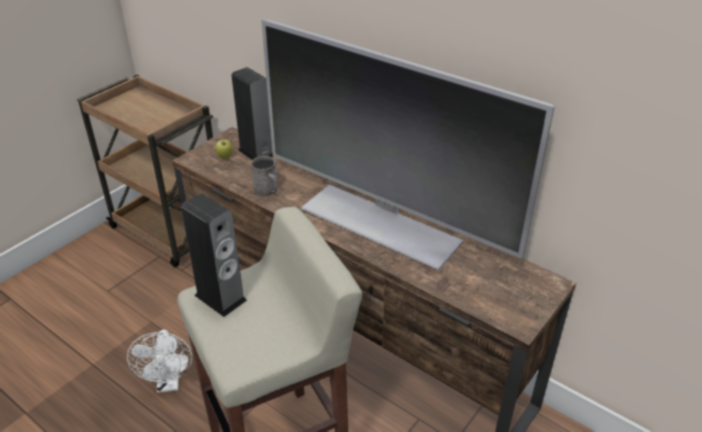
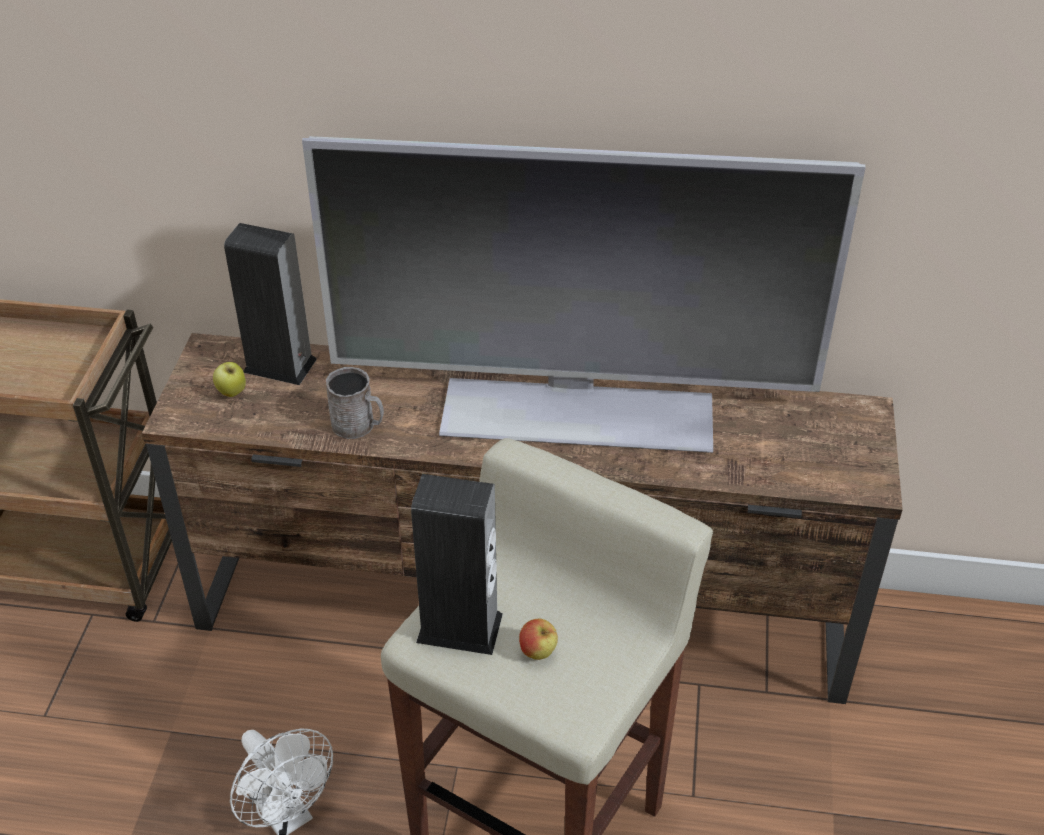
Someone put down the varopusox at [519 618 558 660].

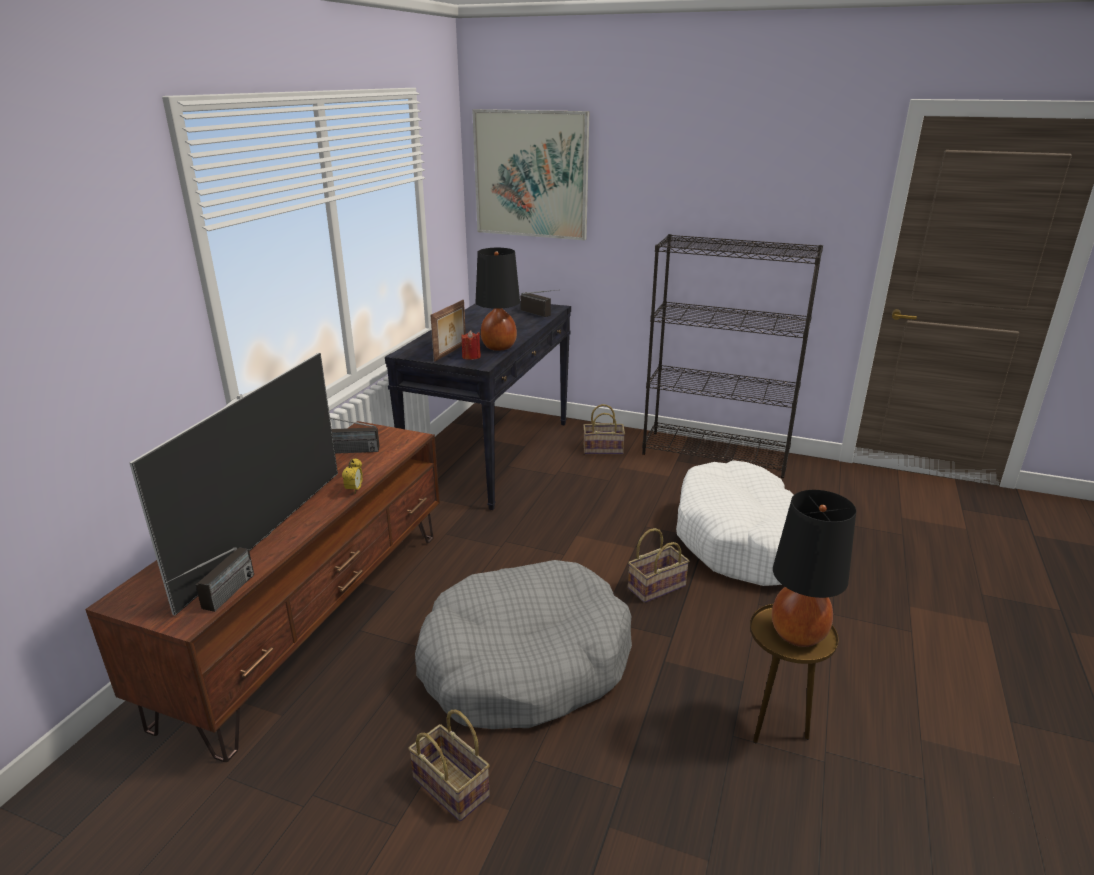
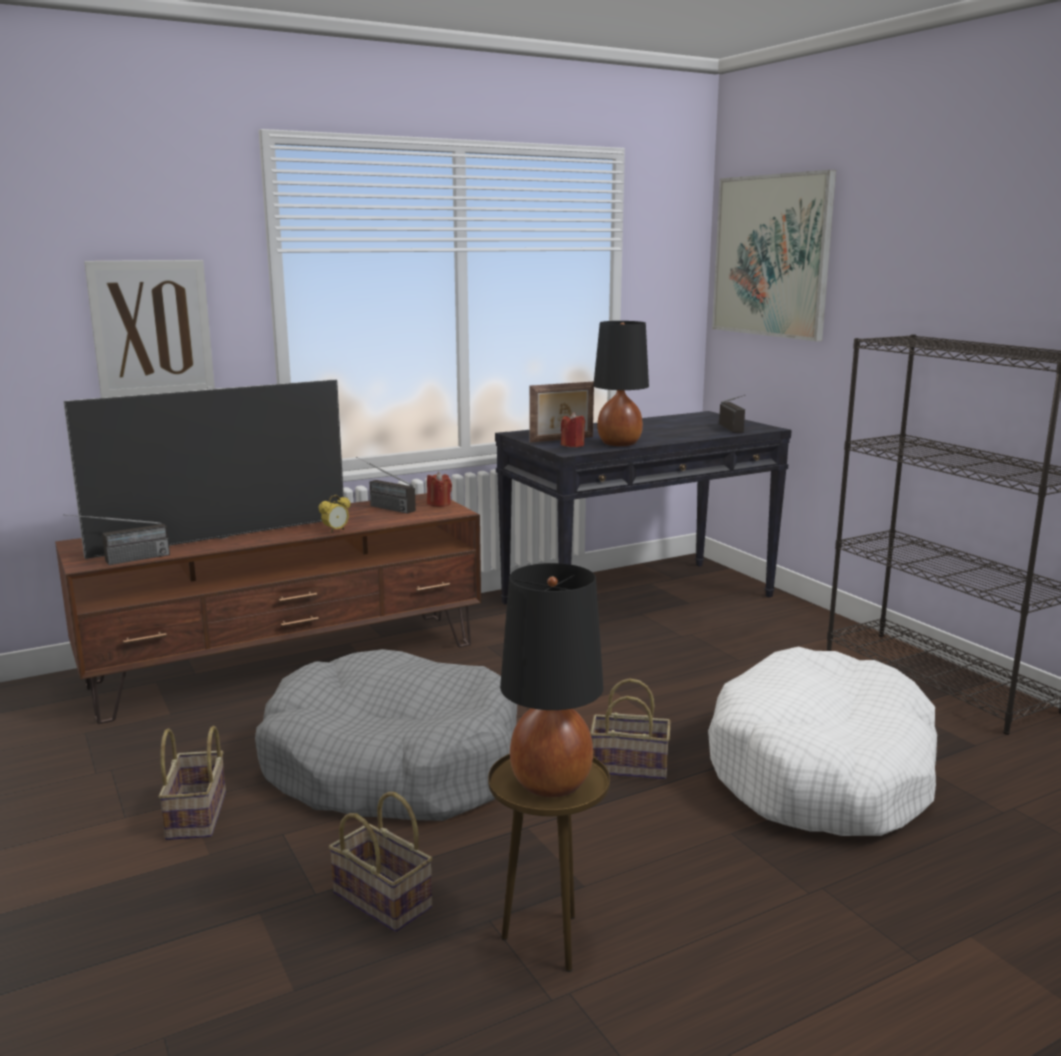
Someone carried the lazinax from [583 404 625 454] to [329 792 433 932].
Someone put up the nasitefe at [84 260 215 398].
Someone put down the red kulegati at [427 472 452 507].

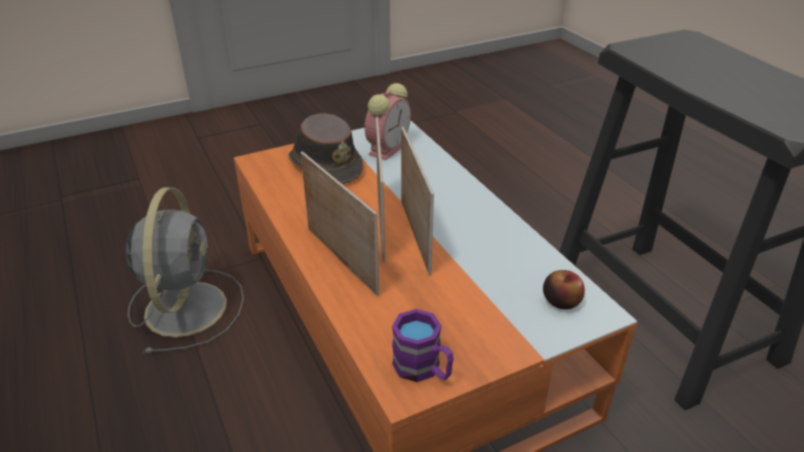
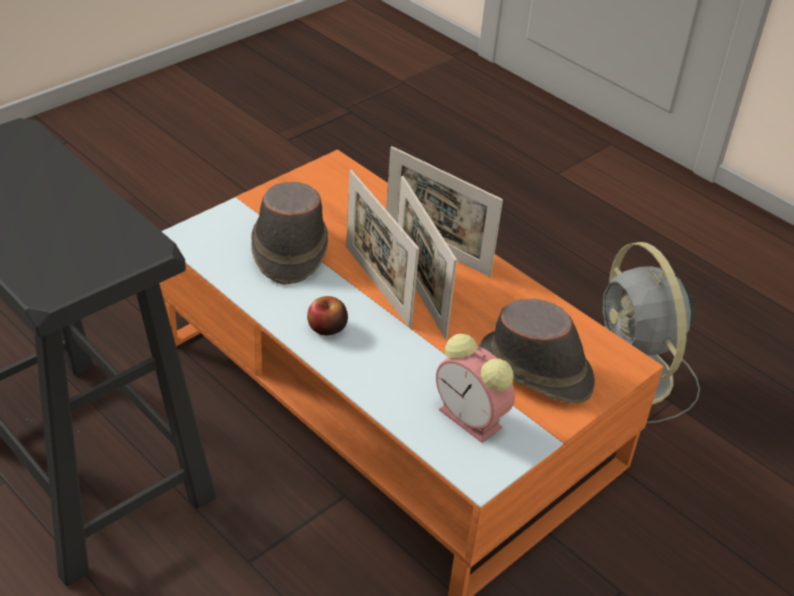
Someone rotated the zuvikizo at [365 83 411 160] by 60 degrees counterclockwise.
Someone carried the varopusox from [543 270 585 309] to [307 296 348 335].
Someone took away the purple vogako at [392 309 454 382].
Someone put down the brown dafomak at [251 182 328 284].

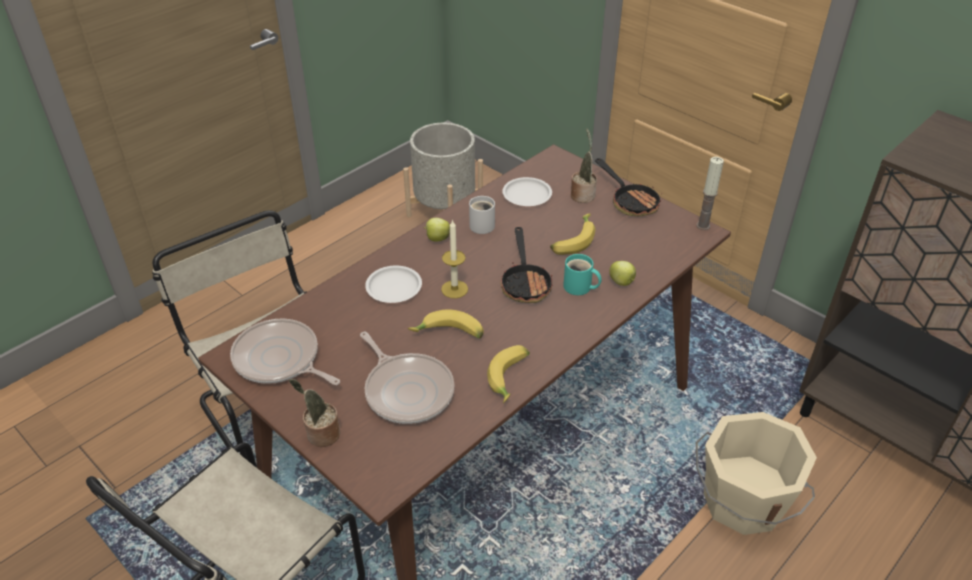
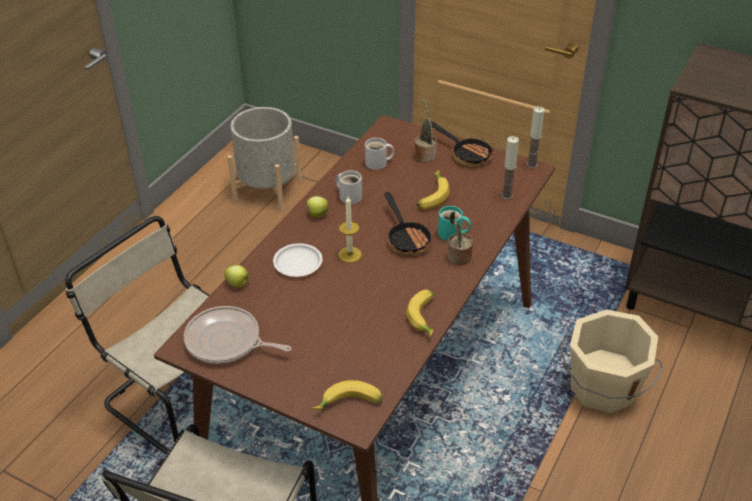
Someone swapped the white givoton at [502 177 552 206] for the white vogako at [365 138 394 170].
Someone carried the varopusox from [609 261 636 286] to [224 265 249 288].
Someone carried the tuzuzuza from [408 309 484 339] to [311 380 383 410].
Someone took away the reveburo at [360 331 455 424].
Someone carried the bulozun from [289 379 340 447] to [448 211 473 265].
Someone put down the kulegati at [501 136 519 200].

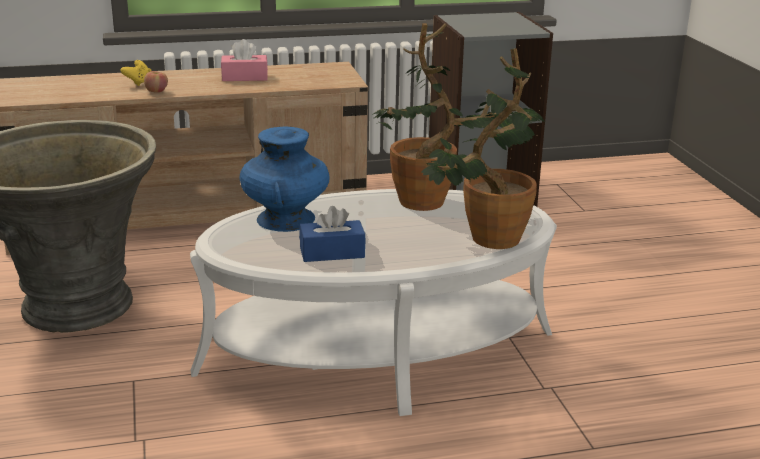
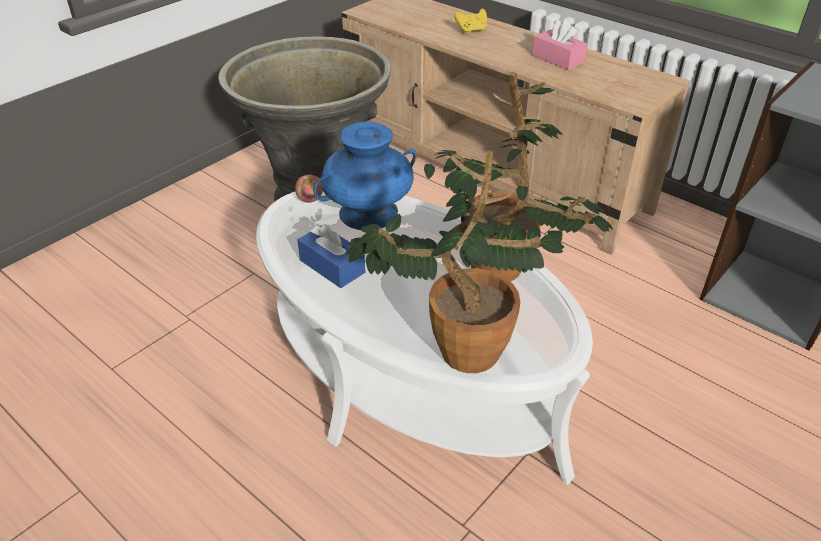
Someone carried the varopusox from [144 71 168 93] to [295 175 323 202].

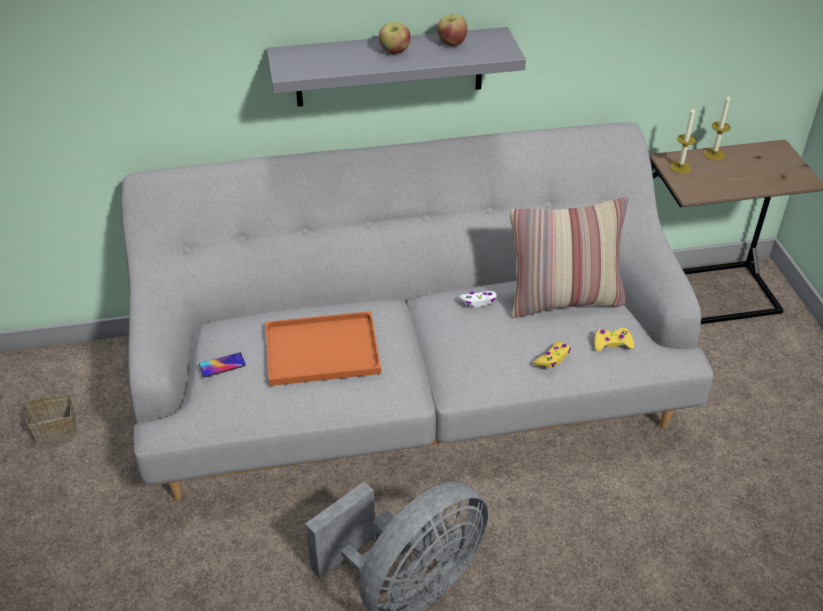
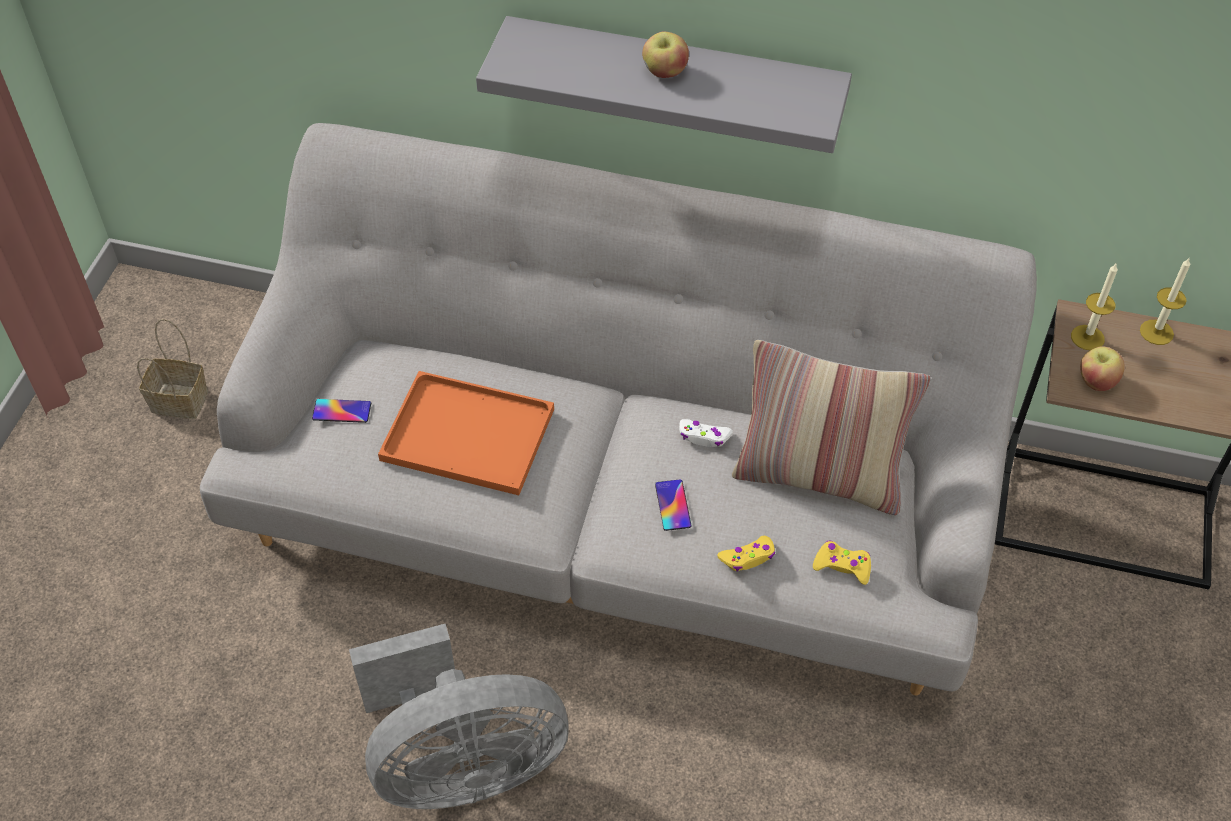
Someone carried the varopusox from [437 14 467 46] to [1080 346 1125 391].
Someone put down the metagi at [655 479 692 531].

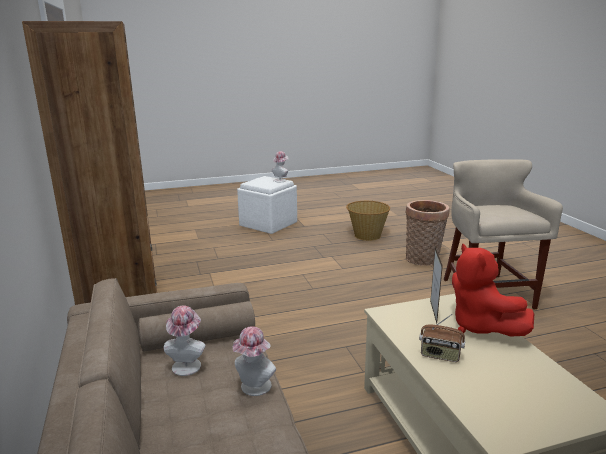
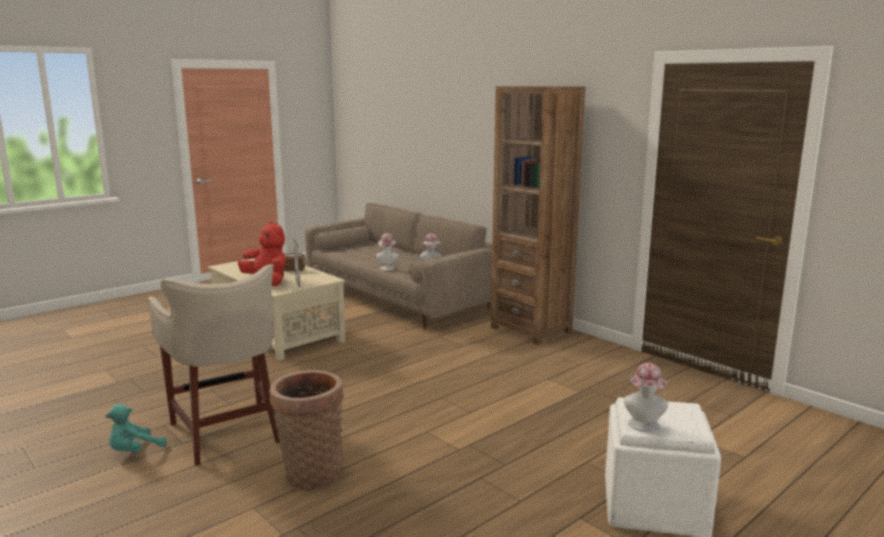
Someone took away the lazinax at [346 201 390 241].
Someone put down the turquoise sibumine at [105 404 167 453].

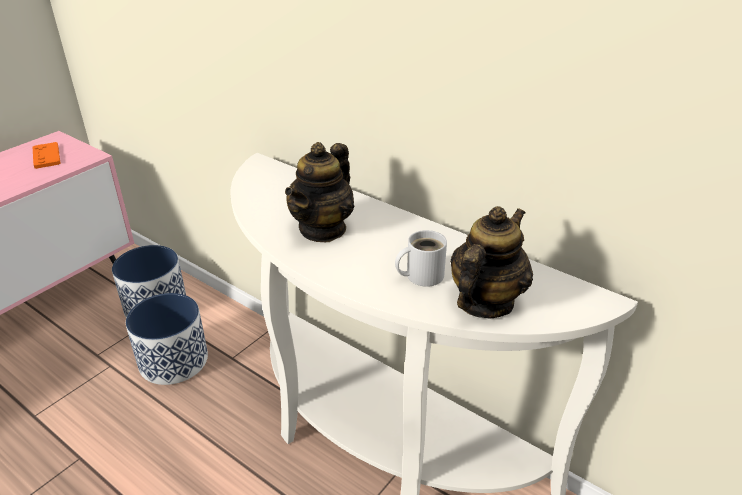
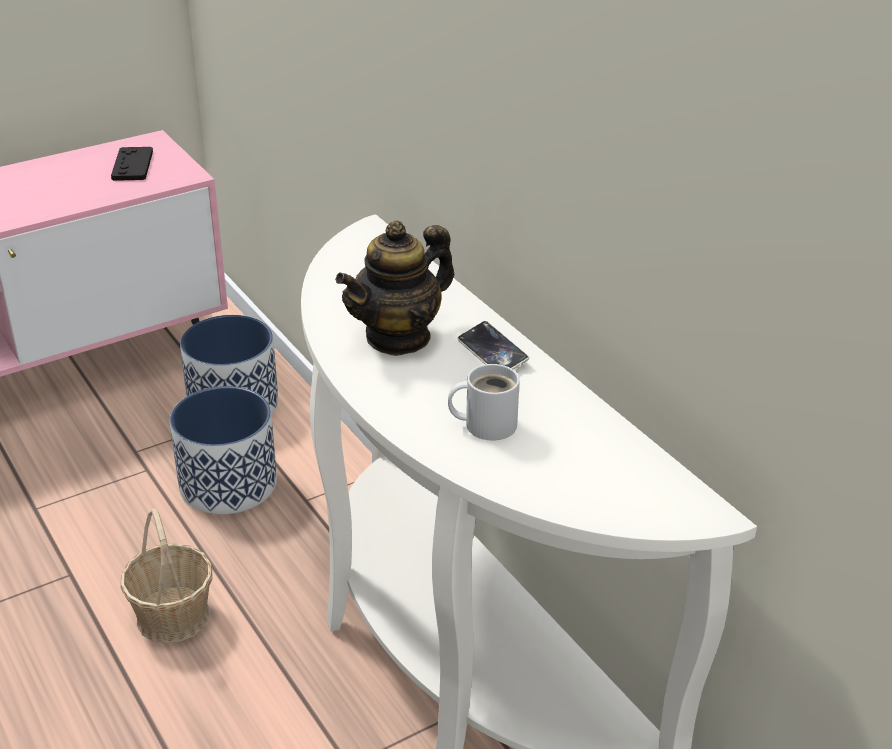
Someone repainted the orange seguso at [32 142 61 169], which became the black seguso at [111 147 153 181].
Someone took away the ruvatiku at [450 206 533 319].
Someone put down the metagi at [457 321 529 370].
Someone put down the lazinax at [120 508 212 644].

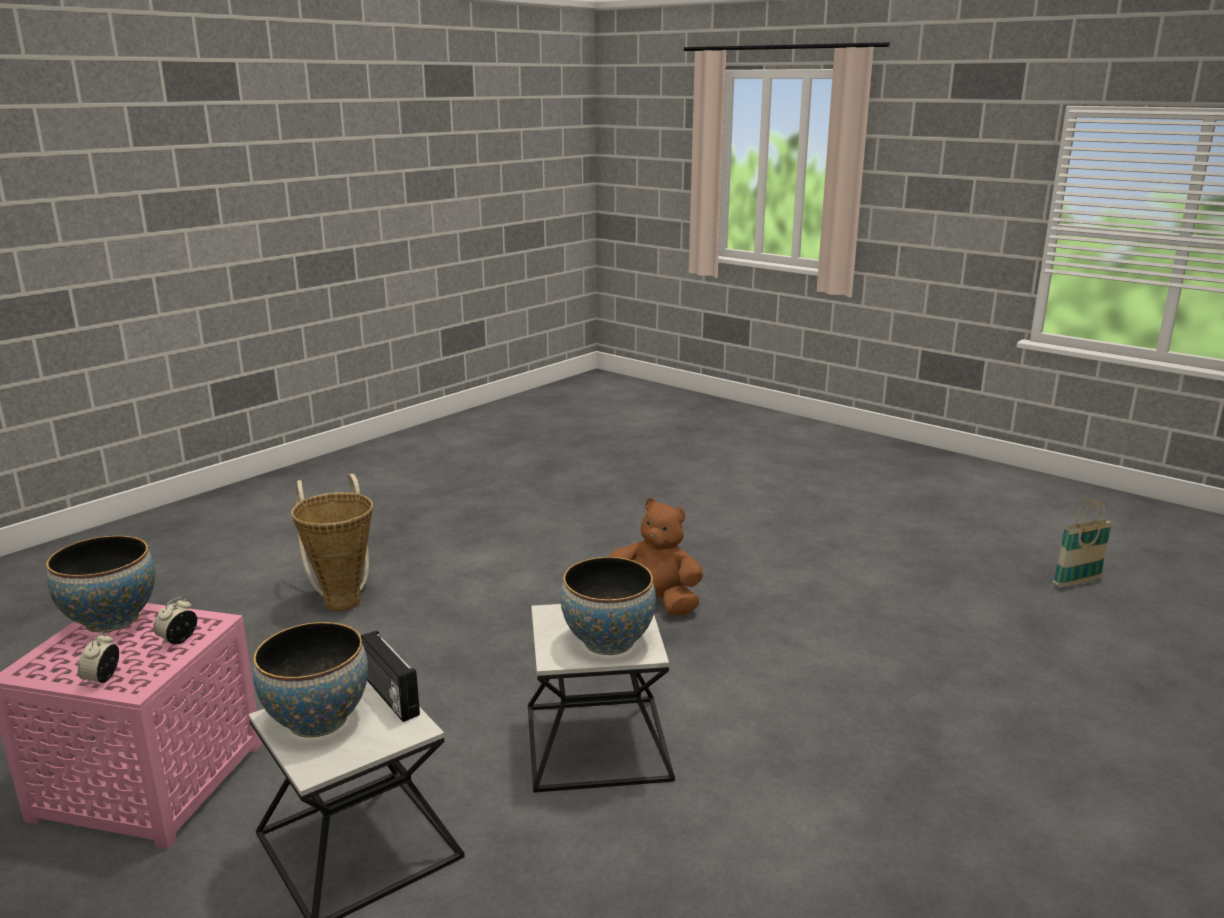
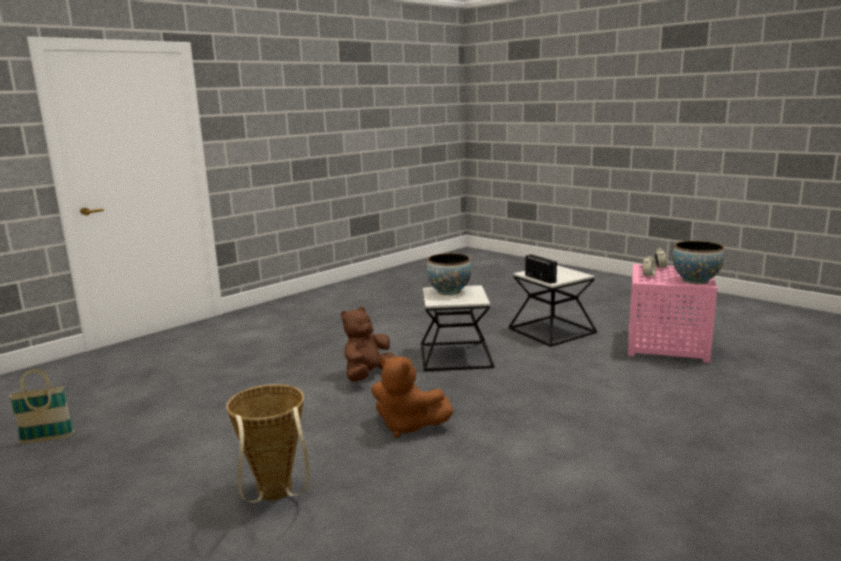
Someone carried the lazinax from [291 474 373 611] to [226 384 310 503].
Someone took away the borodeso at [253 622 368 738].
Someone put down the brown sibumine at [341 307 395 382].

